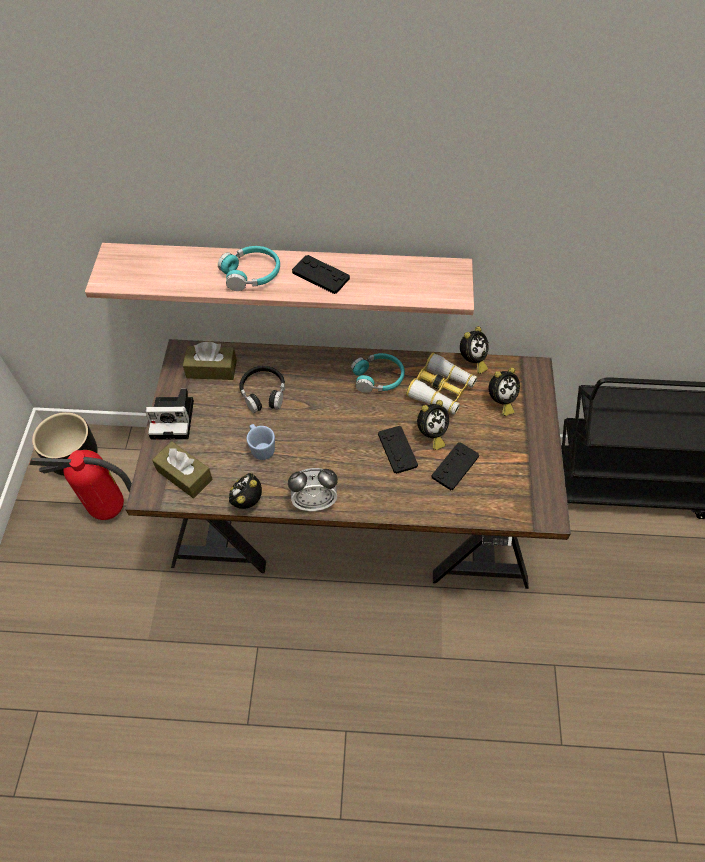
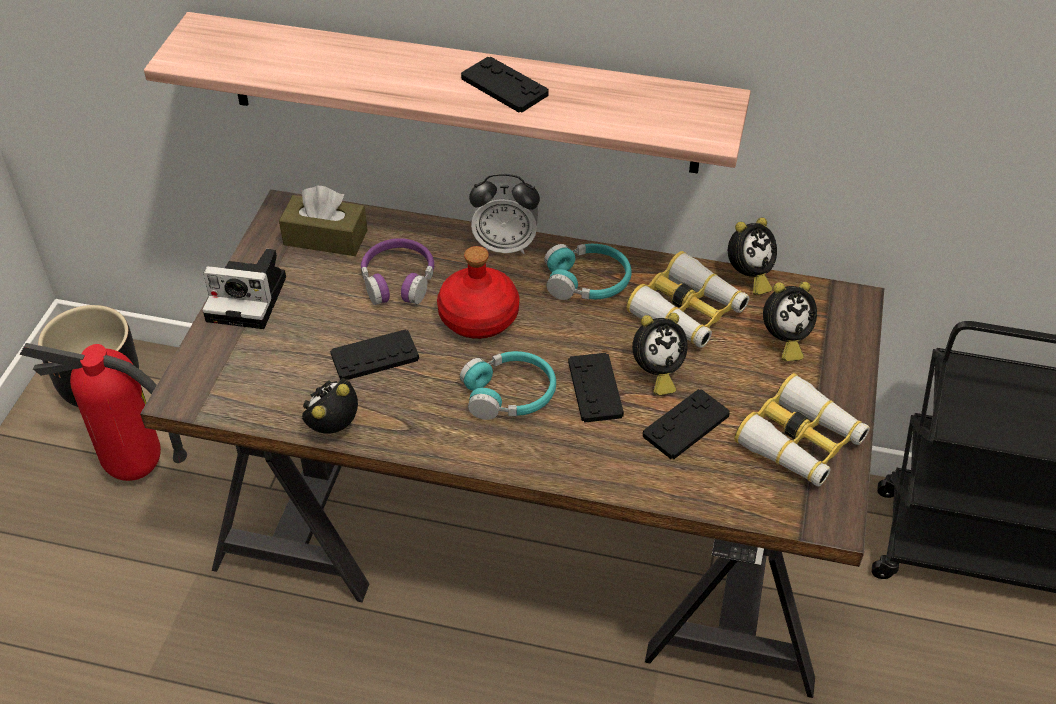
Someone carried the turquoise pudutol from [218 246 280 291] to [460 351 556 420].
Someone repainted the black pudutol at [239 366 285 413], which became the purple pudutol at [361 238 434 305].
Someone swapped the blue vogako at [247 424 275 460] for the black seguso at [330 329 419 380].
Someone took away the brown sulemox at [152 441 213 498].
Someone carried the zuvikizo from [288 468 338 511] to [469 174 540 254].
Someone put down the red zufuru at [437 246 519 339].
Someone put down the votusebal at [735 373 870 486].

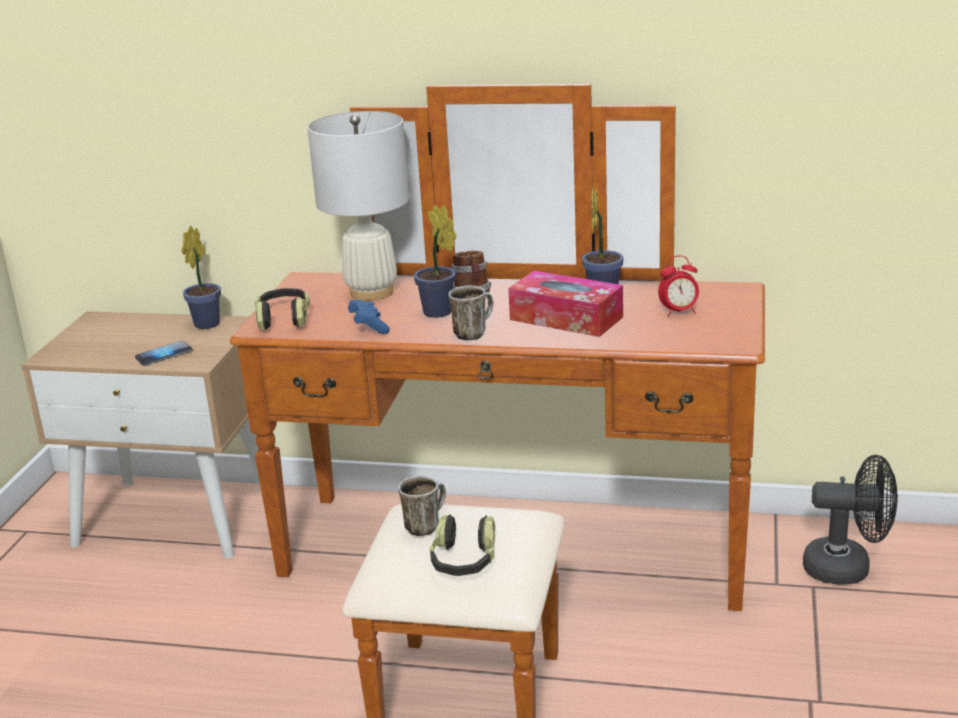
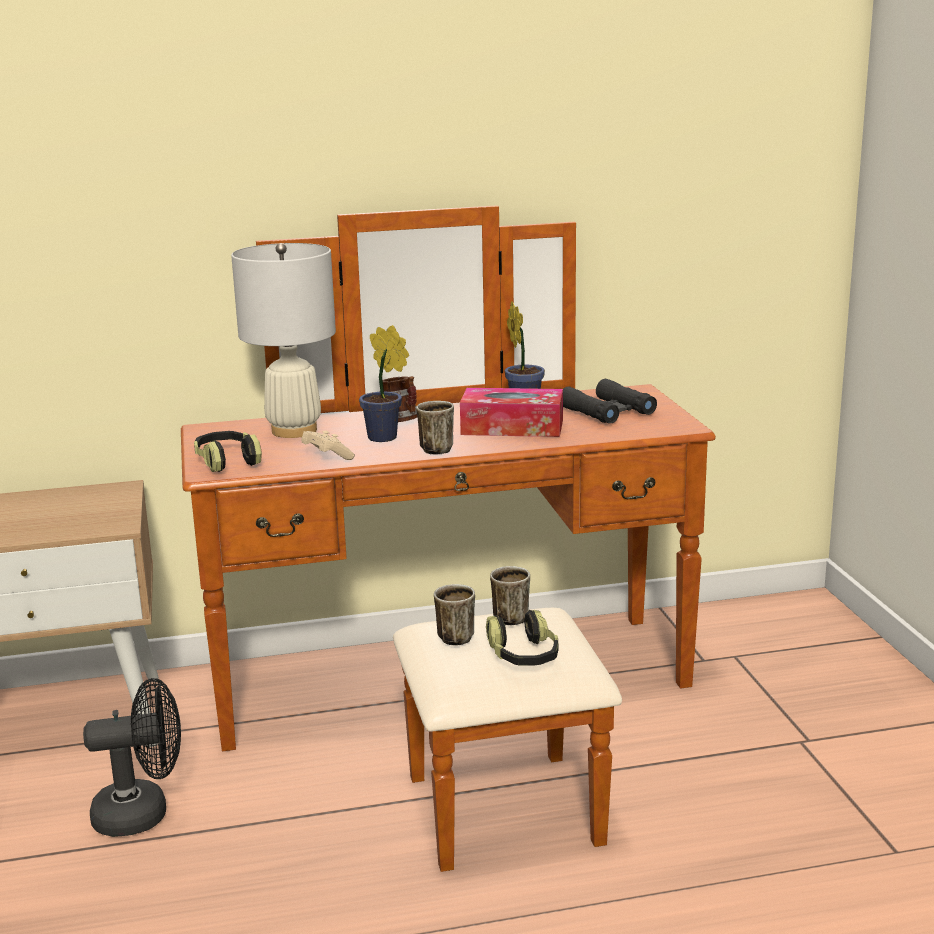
Someone took away the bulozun at [181 225 221 329].
Someone swapped the zuvikizo at [658 255 699 316] for the black votusebal at [563 379 657 424].
Someone repainted the blue seguso at [348 300 390 334], which became the beige seguso at [301 431 355 460].
Someone took away the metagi at [135 340 193 366].
Someone carried the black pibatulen from [803 455 898 585] to [83 678 181 837].
Someone put down the vogako at [490 566 530 625].

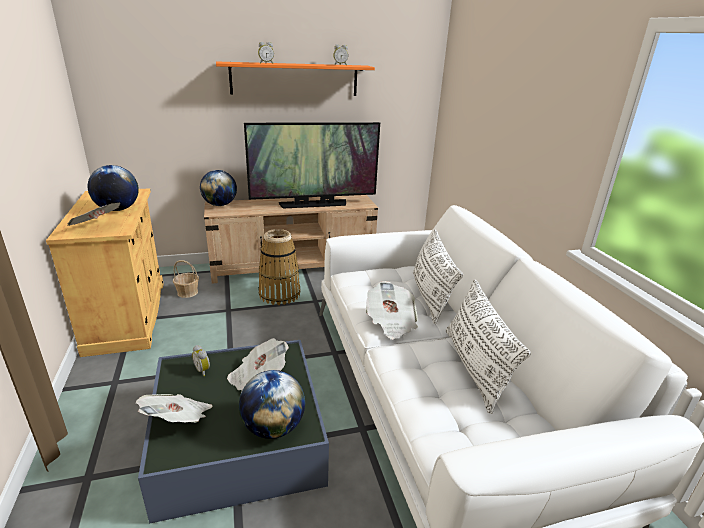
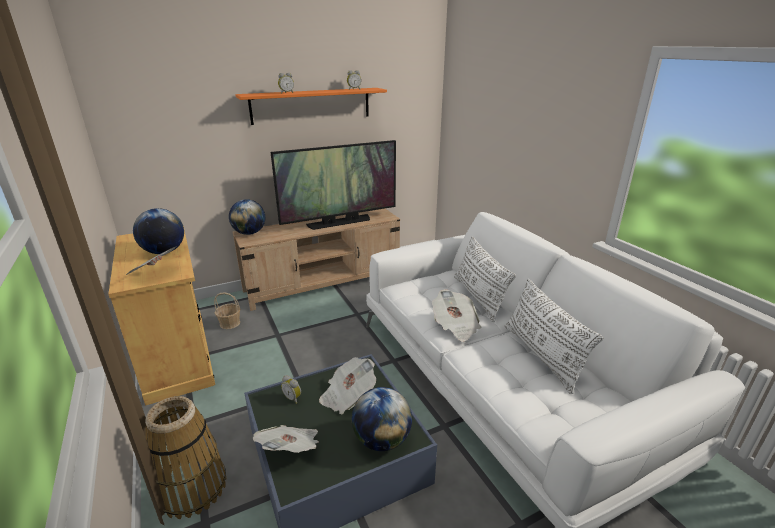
Someone carried the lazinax from [259 229 301 305] to [145 396 226 519].

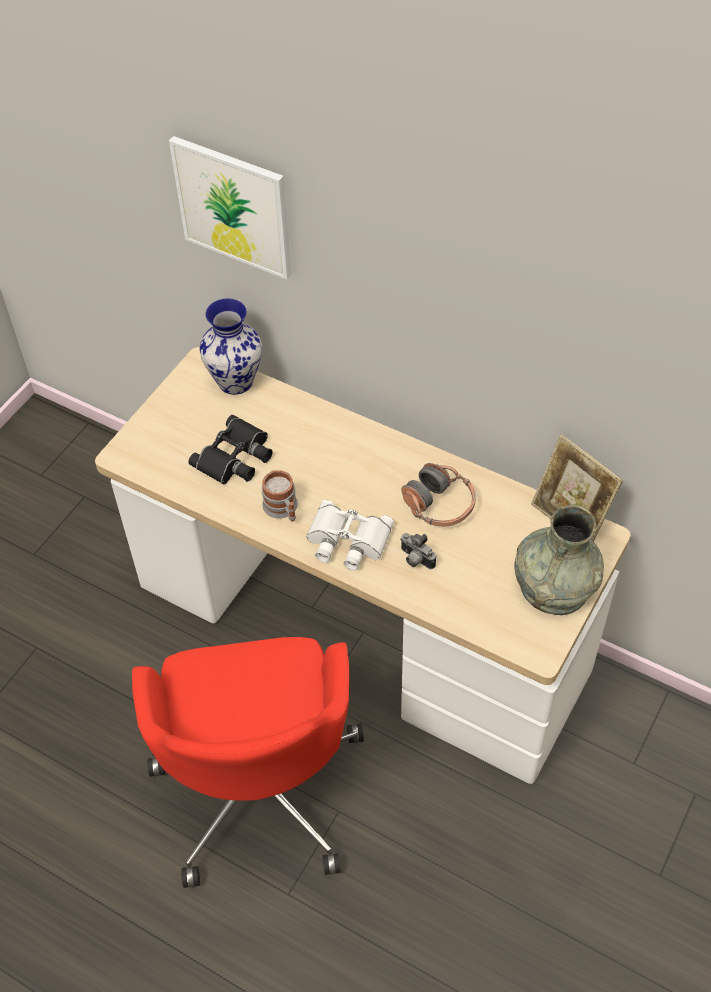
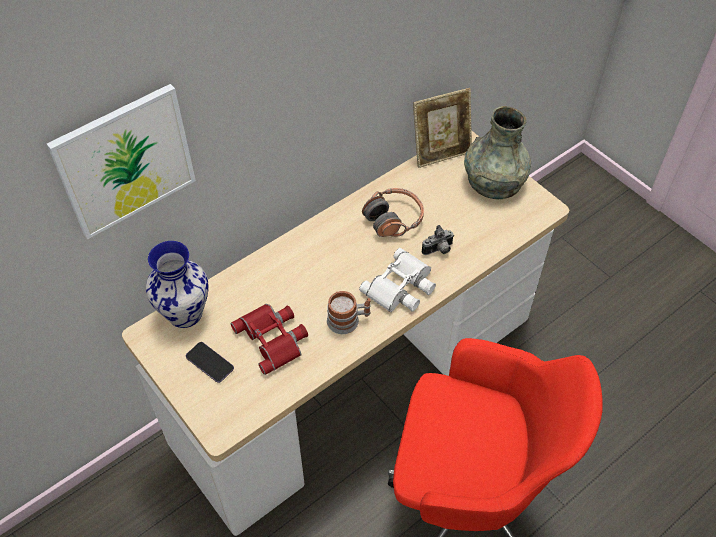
Someone repainted the black votusebal at [188 415 272 484], which became the red votusebal at [231 304 308 375].
Someone put down the metagi at [186 342 234 383].

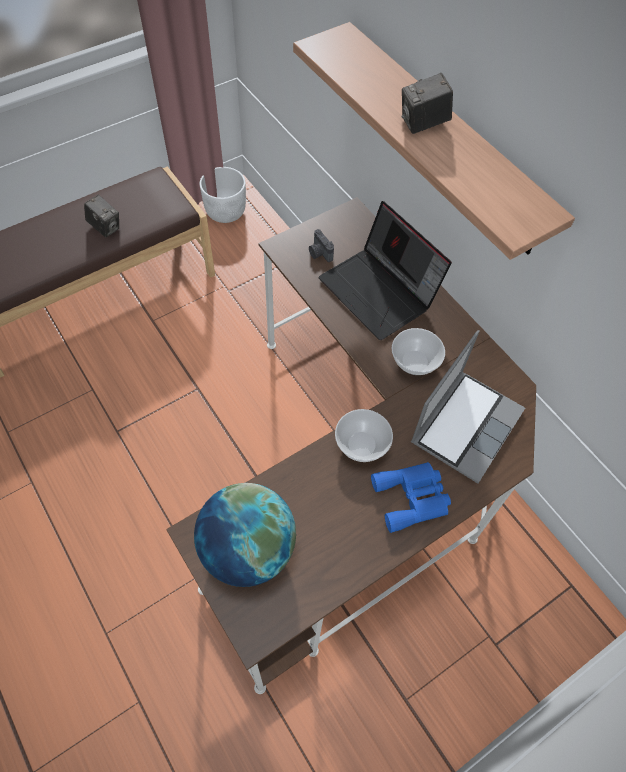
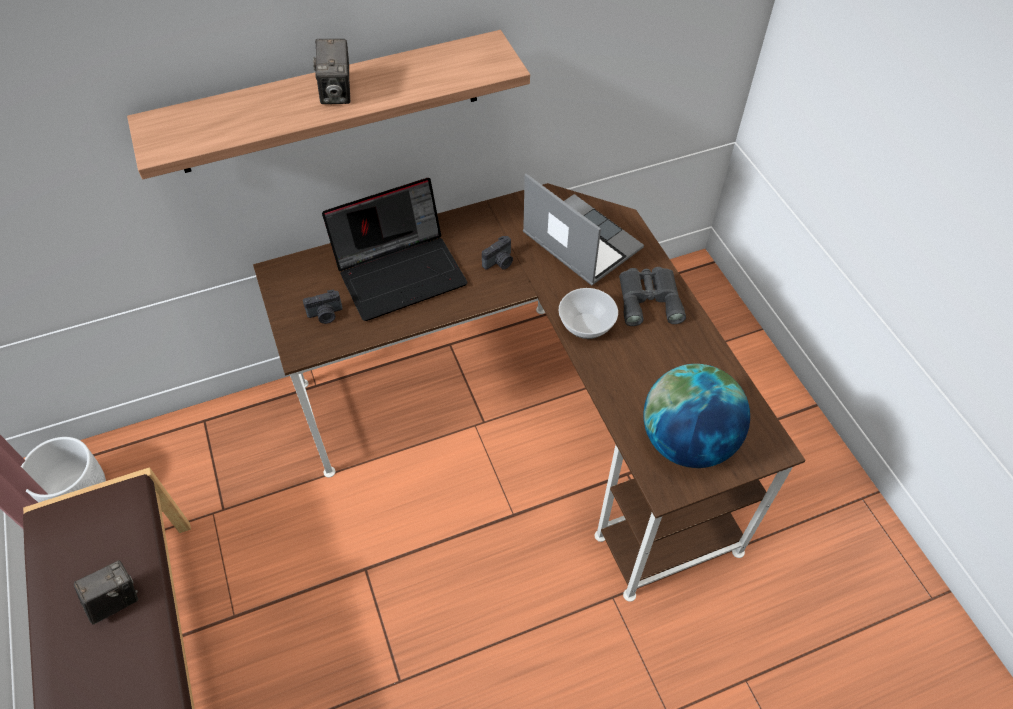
Someone swapped the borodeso at [392 328 445 375] for the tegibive at [482 236 513 270].
Someone repainted the blue votusebal at [371 462 451 533], which became the grey votusebal at [619 267 686 326].

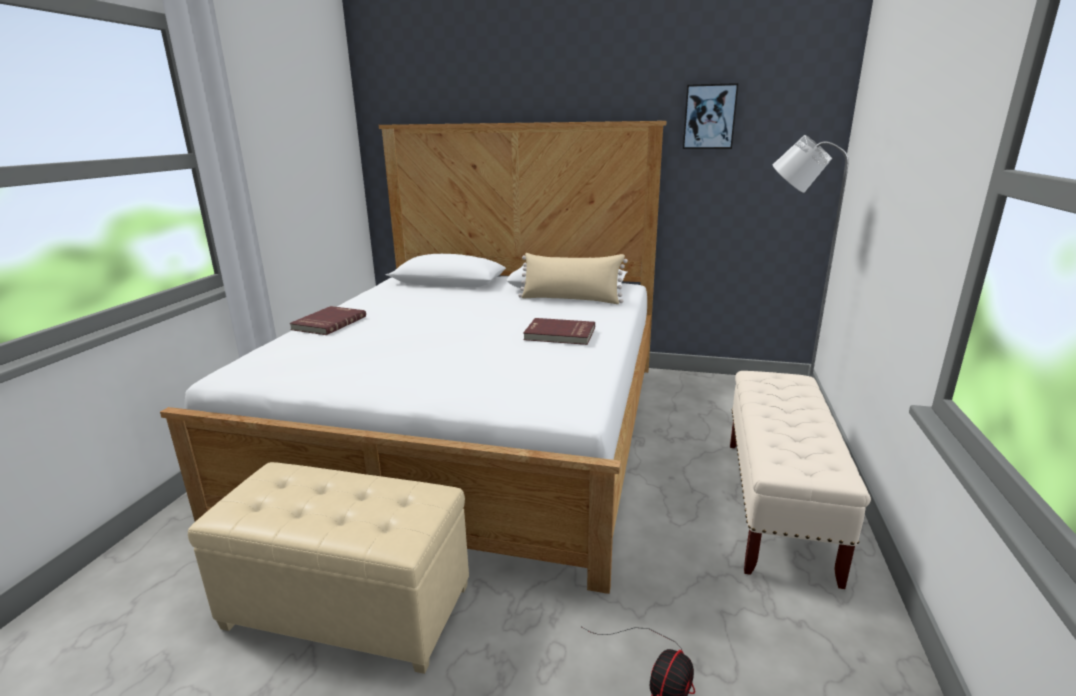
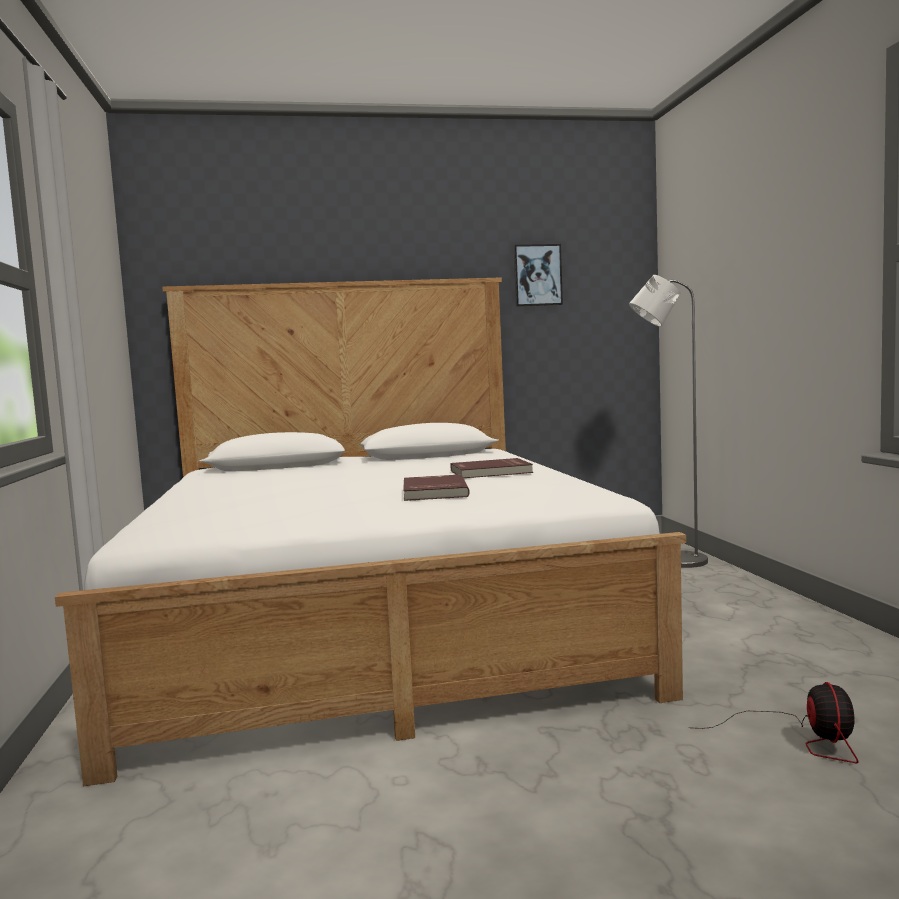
Someone took away the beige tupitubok at [518 253 628 304].
Someone carried the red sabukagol from [289 306 366 335] to [403 474 470 501].
Someone took away the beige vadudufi at [730 371 871 589].
Someone took away the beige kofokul at [188 462 469 674].

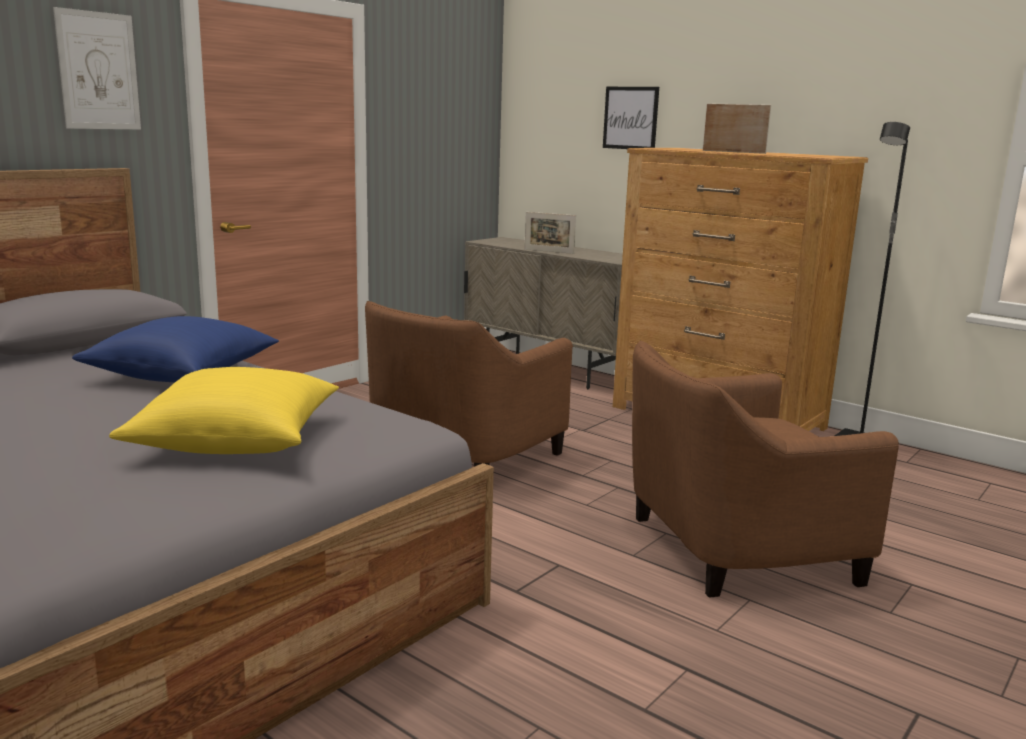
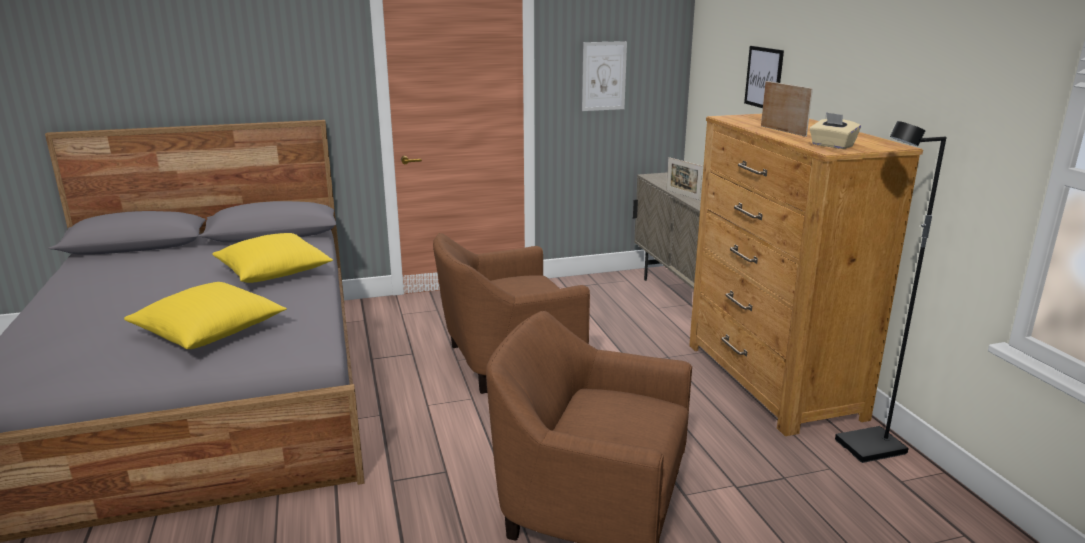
Someone carried the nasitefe from [53 7 141 130] to [582 41 627 111].
Someone repainted the blue tupitubok at [72 316 279 382], which became the yellow tupitubok at [212 233 333 283].
Someone put down the beige sulemox at [810 112 861 149].

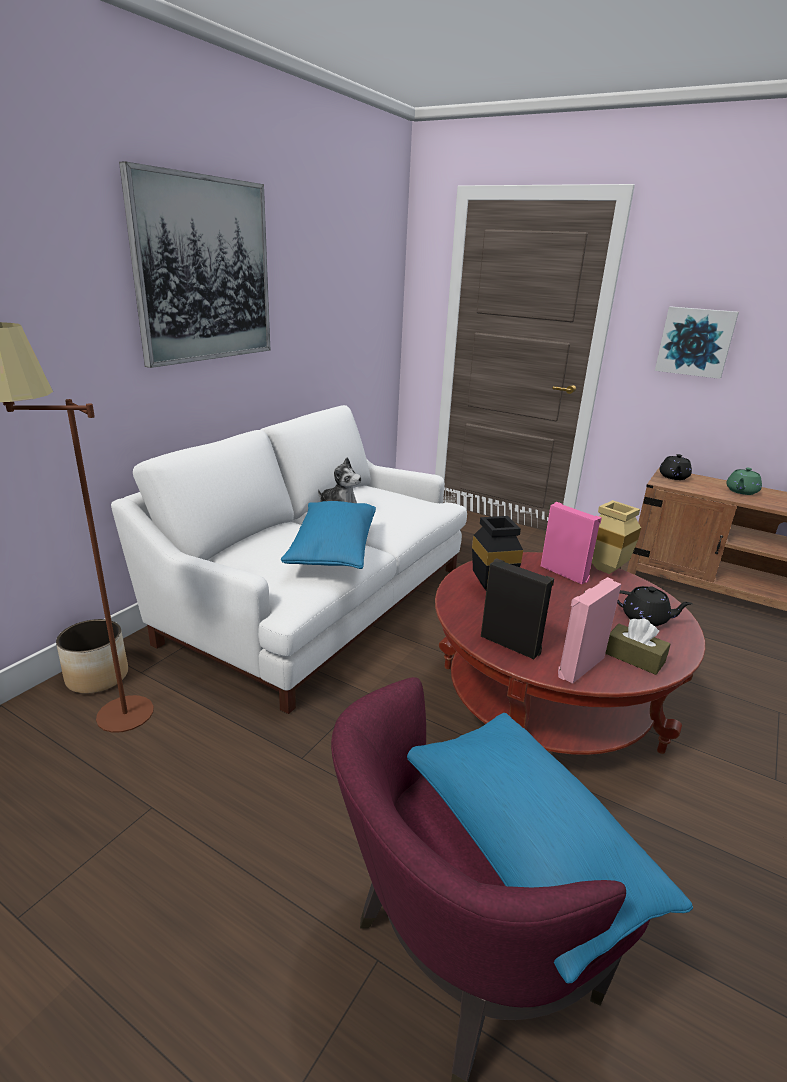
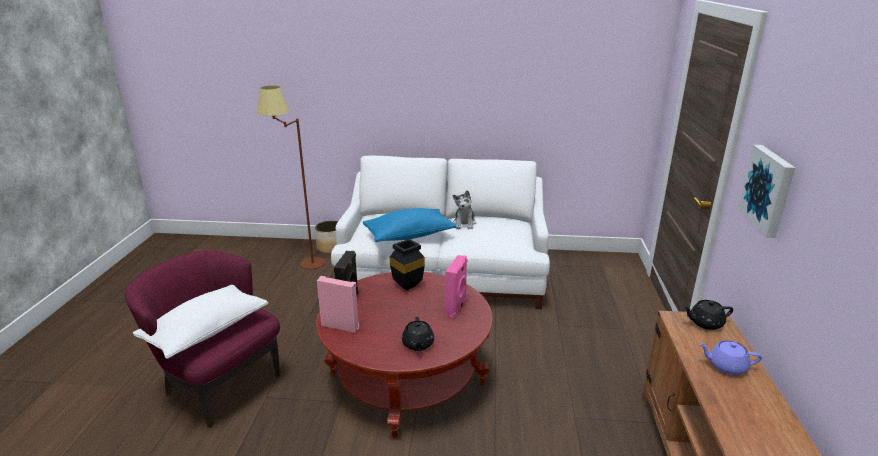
Someone took away the nasitefe at [119 161 270 368].
Someone repainted the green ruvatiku at [726 468 762 495], which became the purple ruvatiku at [699 340 762 375].
Someone took away the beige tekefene at [592 500 641 574].
Someone took away the brown sulemox at [605 618 671 675].
Someone repainted the blue tupitubok at [407 713 693 983], which became the white tupitubok at [133 285 268 359].

